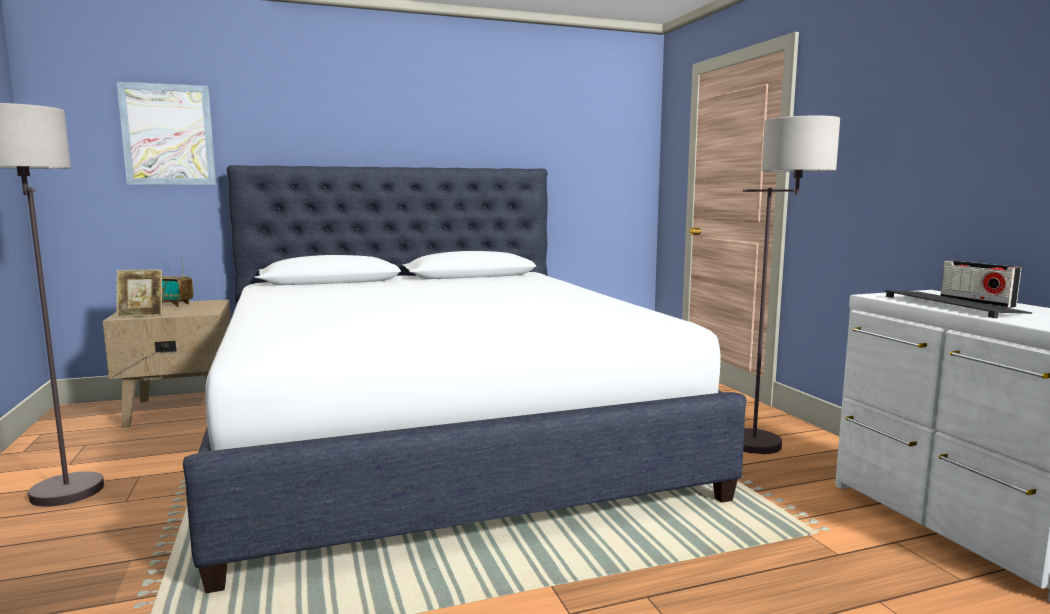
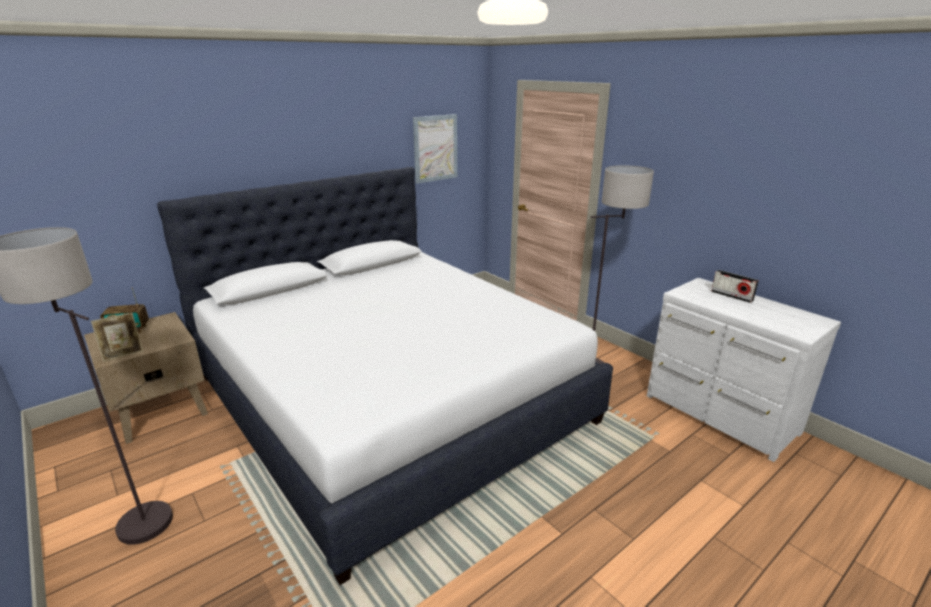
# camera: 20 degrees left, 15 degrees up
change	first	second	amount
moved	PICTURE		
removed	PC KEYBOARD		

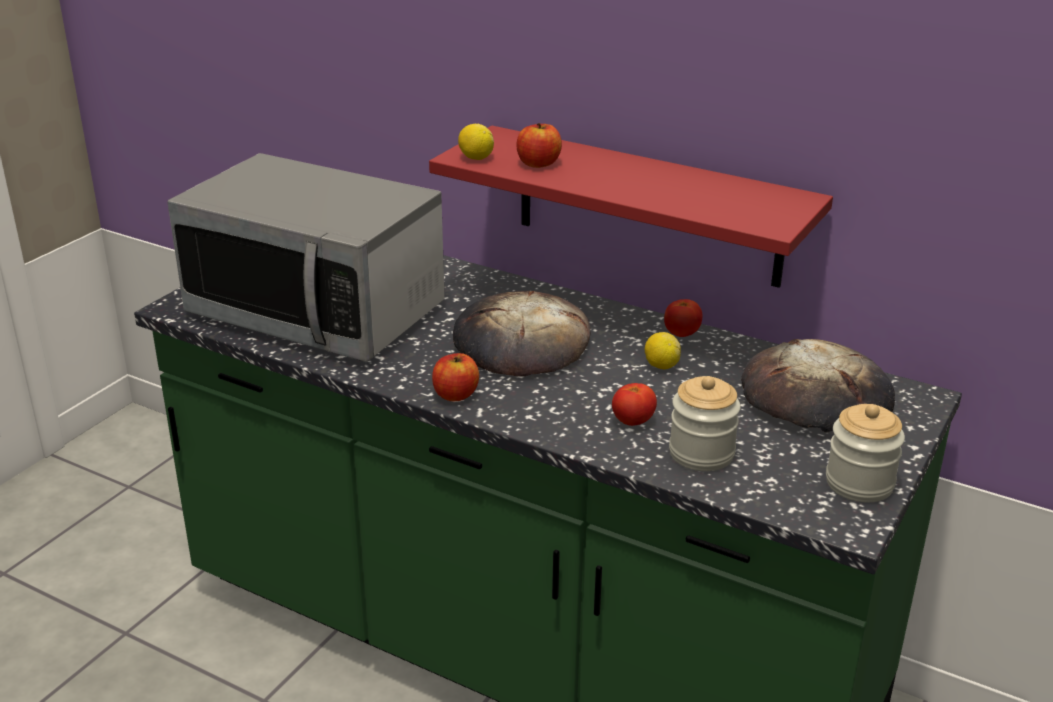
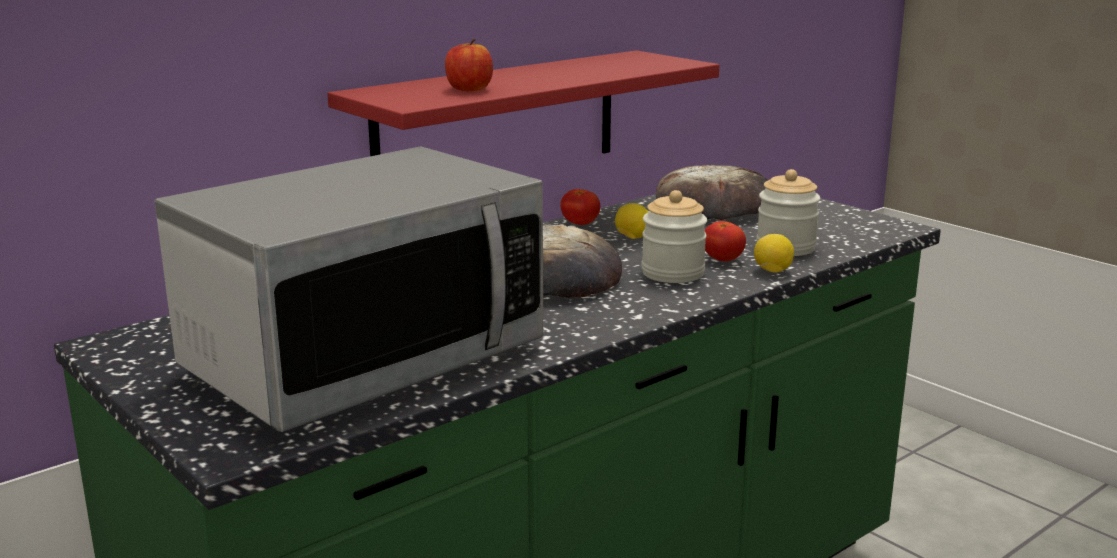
# camera: 70 degrees left, 10 degrees down
change	first	second	amount
removed	APPLE FRUIT (1st from left)		
moved	LEMON (1st from left in the first image)	LEMON (2nd from left)	
moved	STORAGE JAR (2nd from left in the first image)	STORAGE JAR (1st from left)	

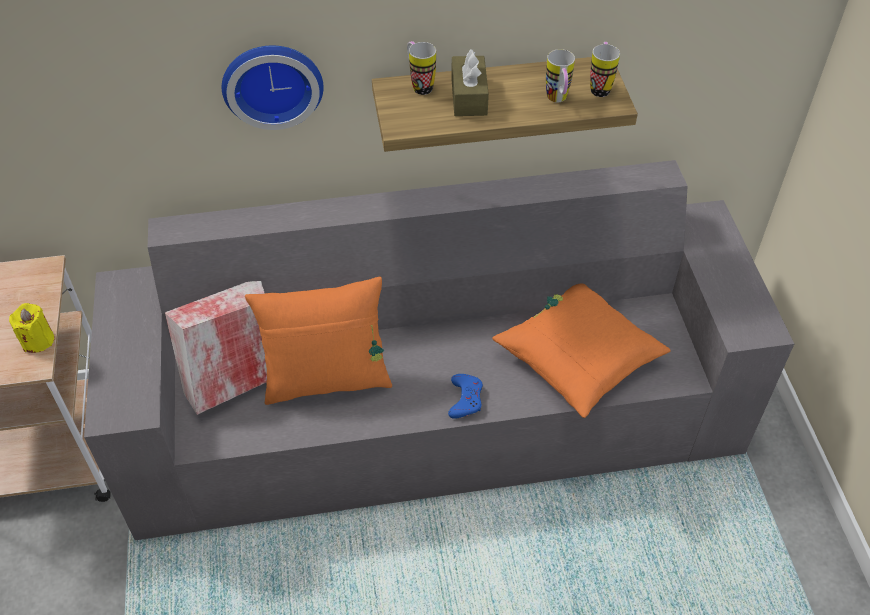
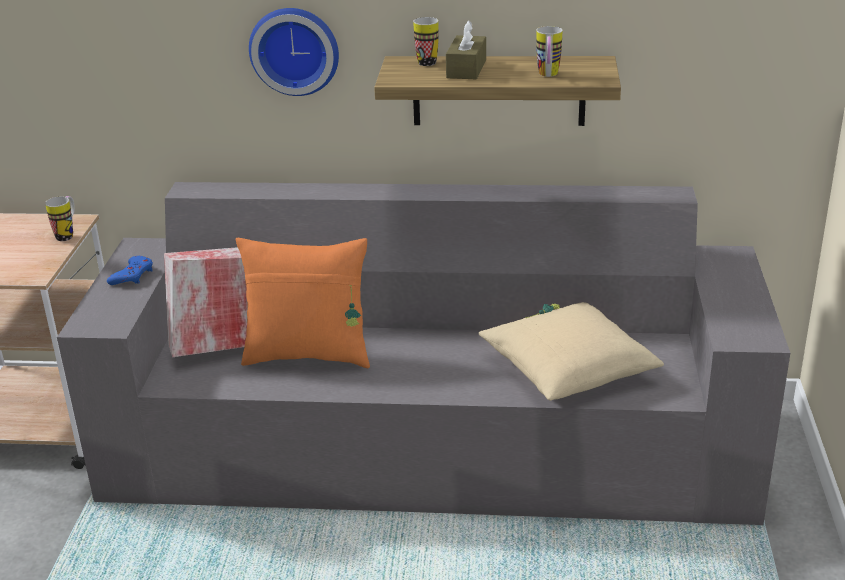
# camera: 15 degrees right, 20 degrees down
change	first	second	amount
removed	YELLOW-COLOURED CANDLE		
moved	BLUE-COLOURED GAME CONTROLLER		
recoloured	ORANGEY PILLOW (2nd from left)	SAND-COLOURED PILLOW	
moved	TEA MUG (3rd from left in the first image)	TEA MUG (1st from left)	

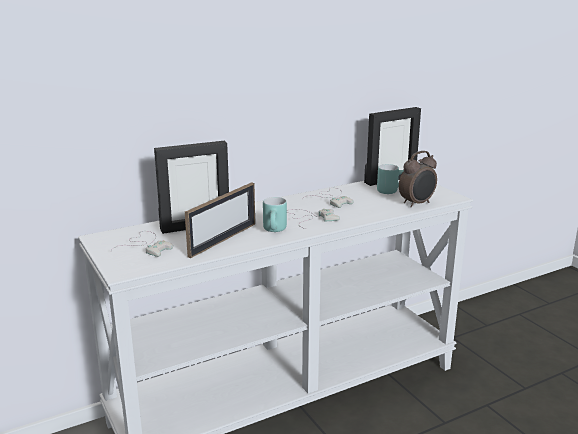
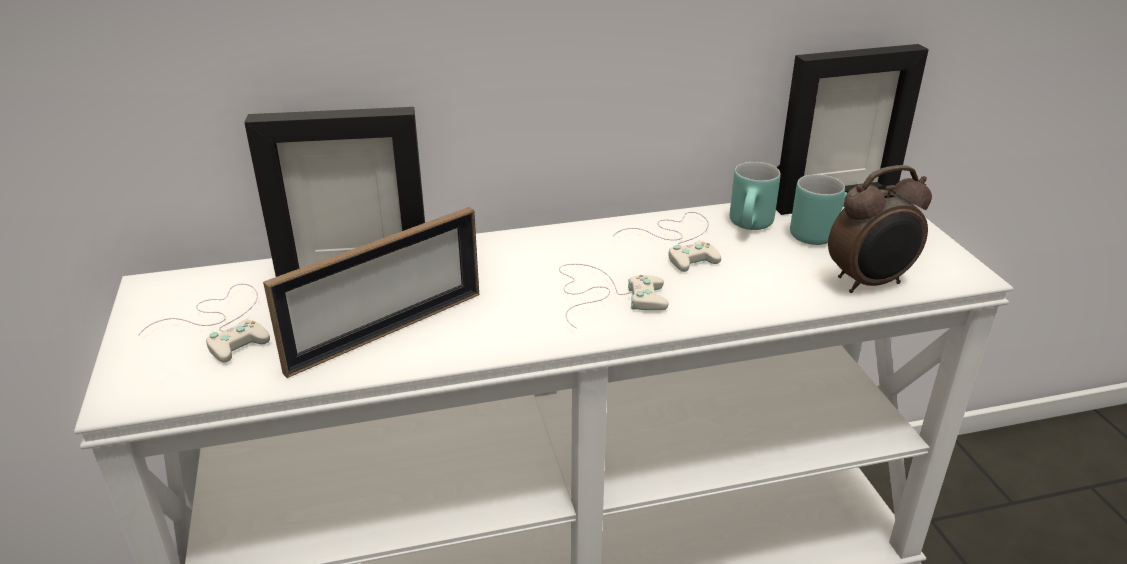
# camera: 15 degrees right, 10 degrees up
change	first	second	amount
moved	TURQUOISE TEA MUG (1st from left)		

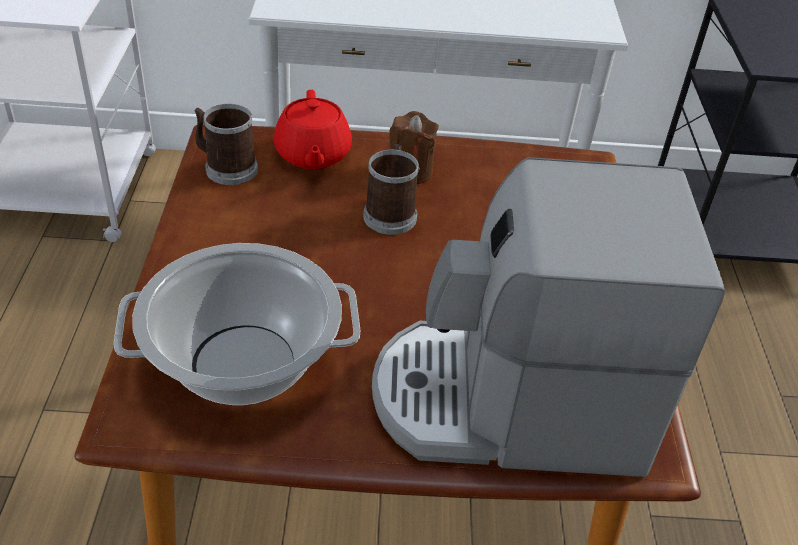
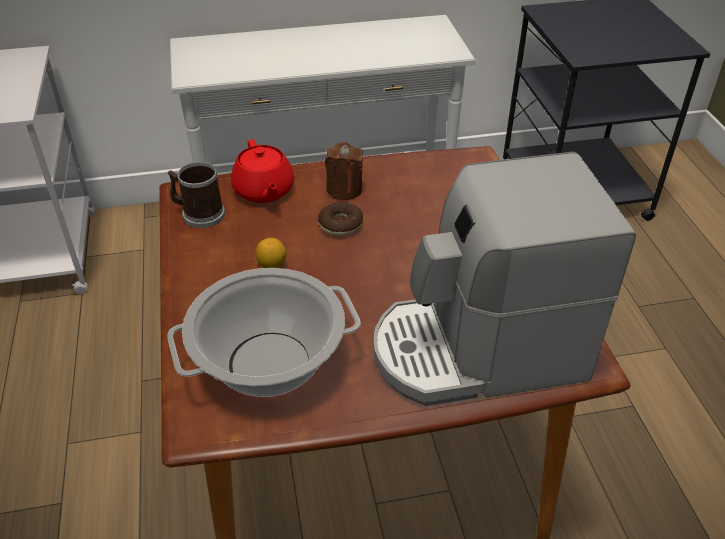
# camera: 10 degrees left, 0 degrees up
change	first	second	amount
replaced	TEA MUG (2nd from left)	RING DOUGHNUT	
added		LEMON	

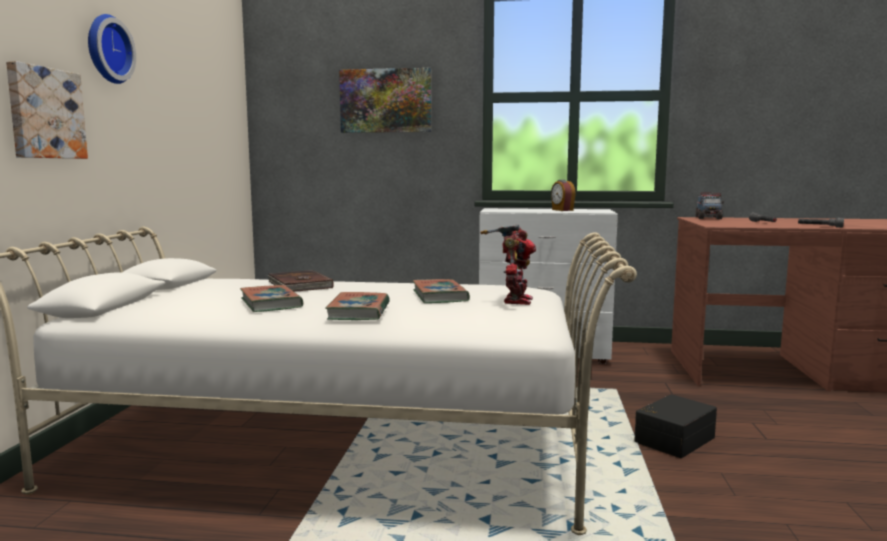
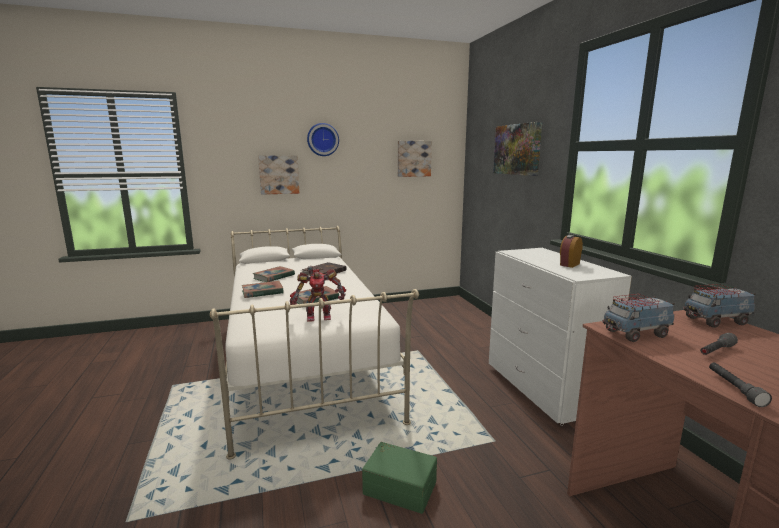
# camera: 65 degrees right, 5 degrees up
change	first	second	amount
recoloured	BLACK-COLOURED STORAGE BOX	GREEN-COLOURED STORAGE BOX	
added		PICTURE (2nd from left)	
added		TOY TRUCK (1st from left)	

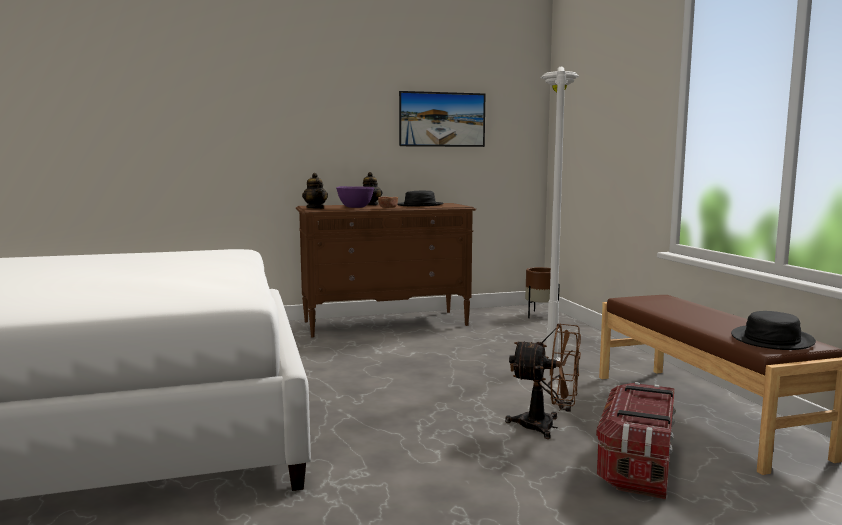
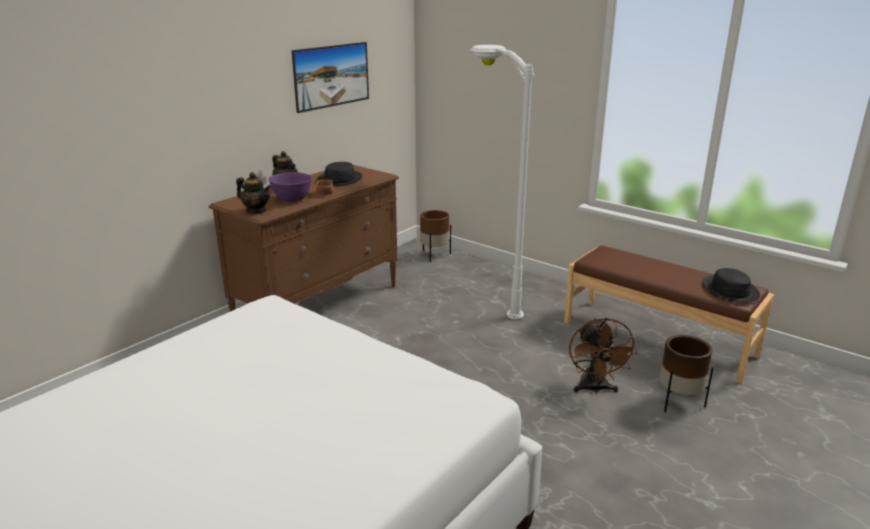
# camera: 35 degrees left, 15 degrees up
change	first	second	amount
turned	BROWN ELECTRIC FAN		105 degrees clockwise
replaced	STORAGE BOX	BROWN PLANTER (2nd from left)	

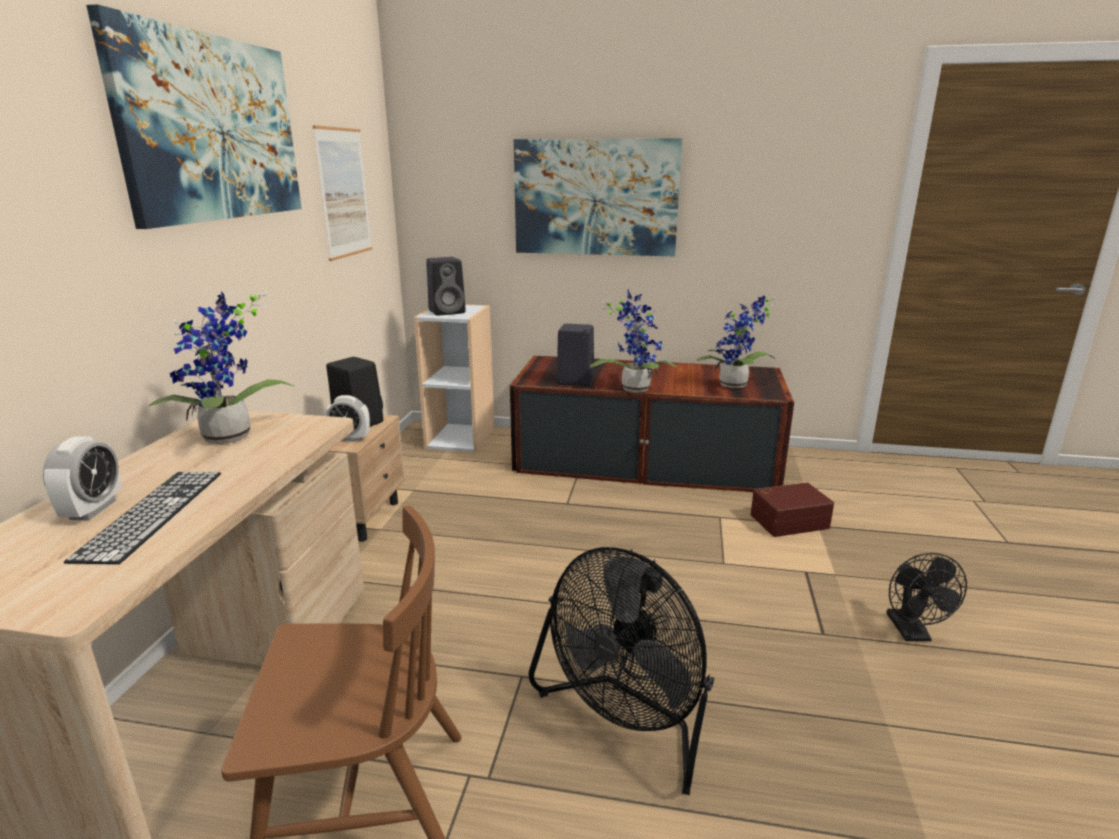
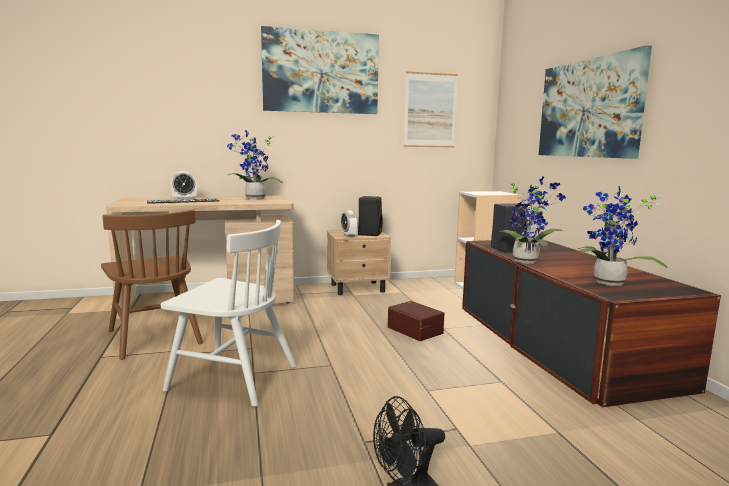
# camera: 65 degrees right, 10 degrees down
change	first	second	amount
removed	BLACK-COLOURED LOUDSPEAKER (2nd from left)		
replaced	BLACK-COLOURED ELECTRIC FAN (1st from left)	WHITE-COLOURED PLAIN CHAIR	
moved	BROWN STORAGE BOX		

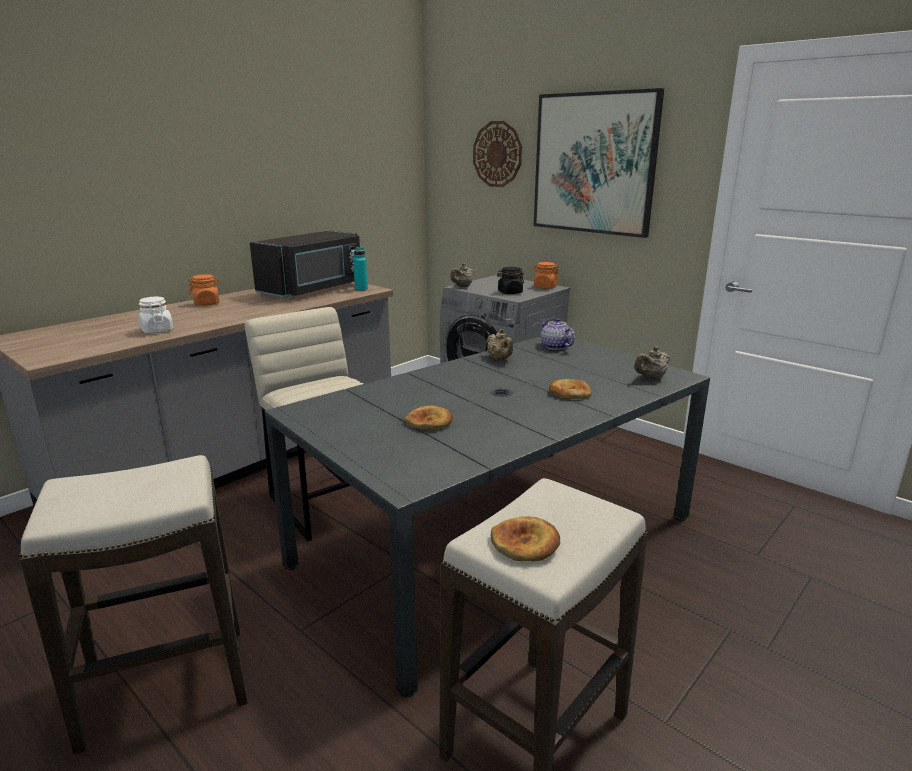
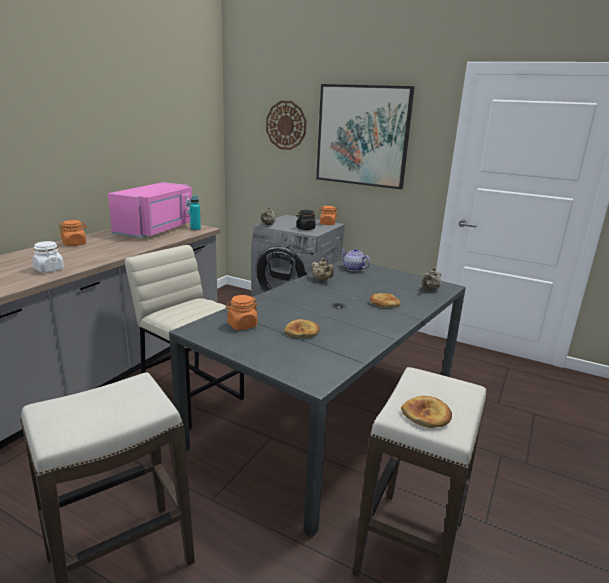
# camera: 15 degrees left, 0 degrees up
change	first	second	amount
recoloured	BLACK-COLOURED KITCHEN MICROWAVE	PINKISH KITCHEN MICROWAVE	
added		ORANGEY STORAGE JAR (2nd from left)	

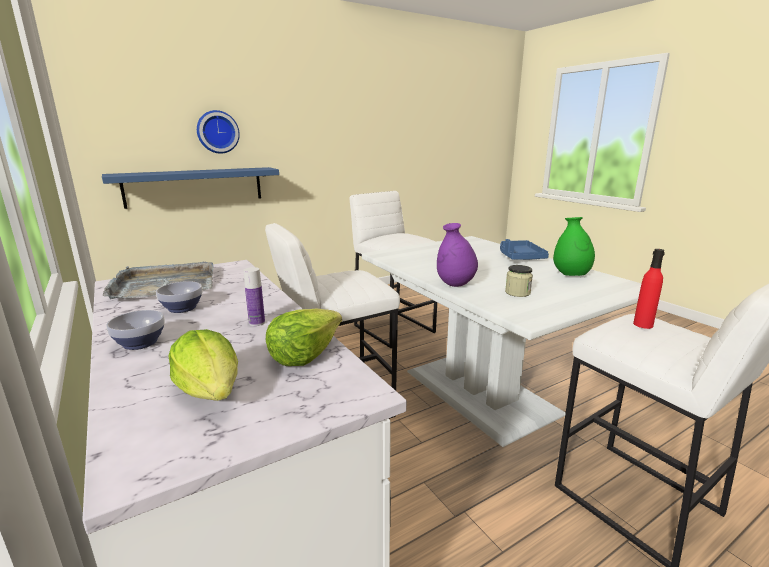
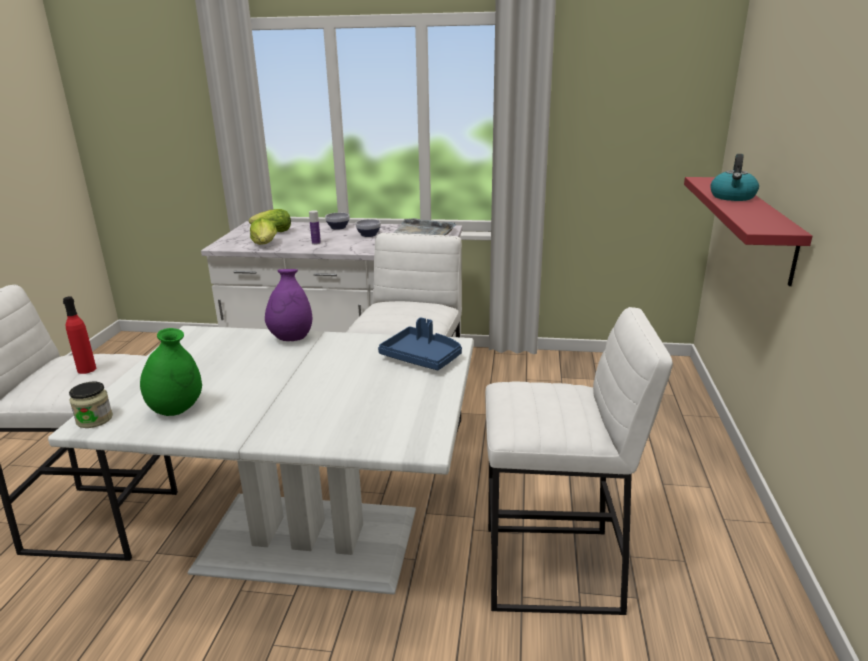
# camera: 130 degrees right, 5 degrees up
change	first	second	amount
recoloured	BLUE-COLOURED BRACKET SHELF	RED BRACKET SHELF	
removed	HANGING CLOCK		
moved	BLUE-COLOURED TRAY		
moved	STORAGE JAR		
added		KETTLE	

